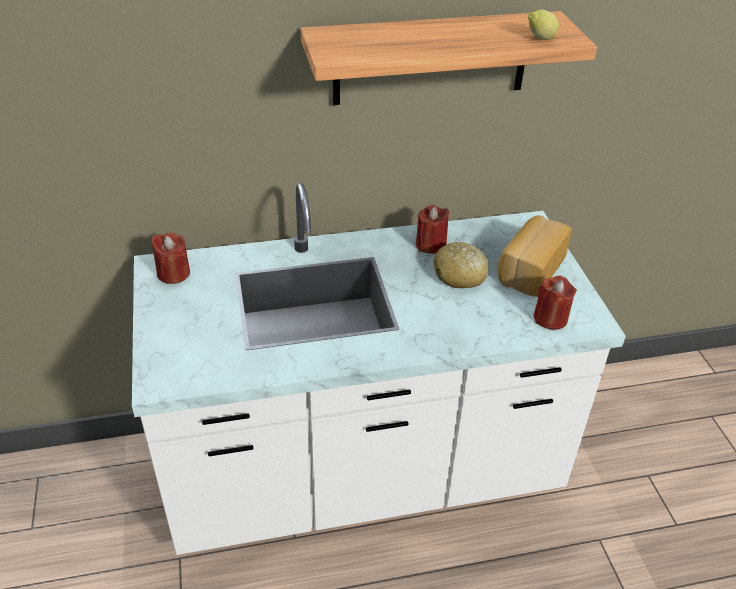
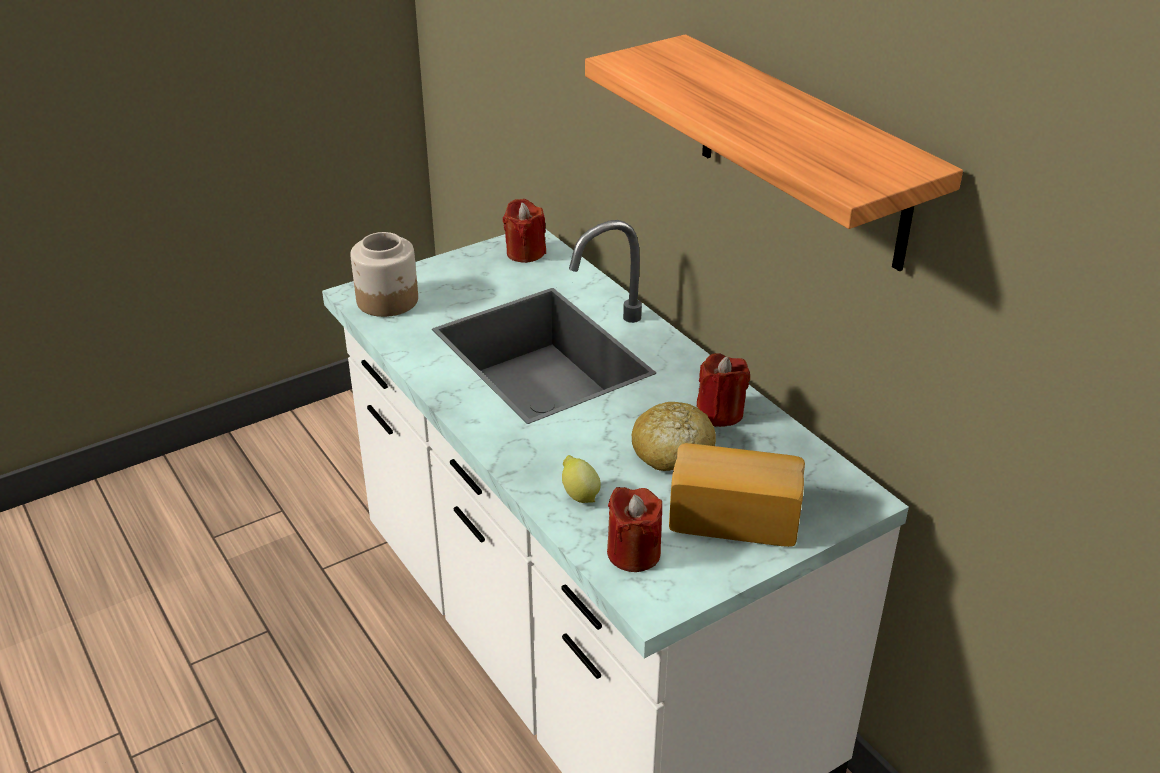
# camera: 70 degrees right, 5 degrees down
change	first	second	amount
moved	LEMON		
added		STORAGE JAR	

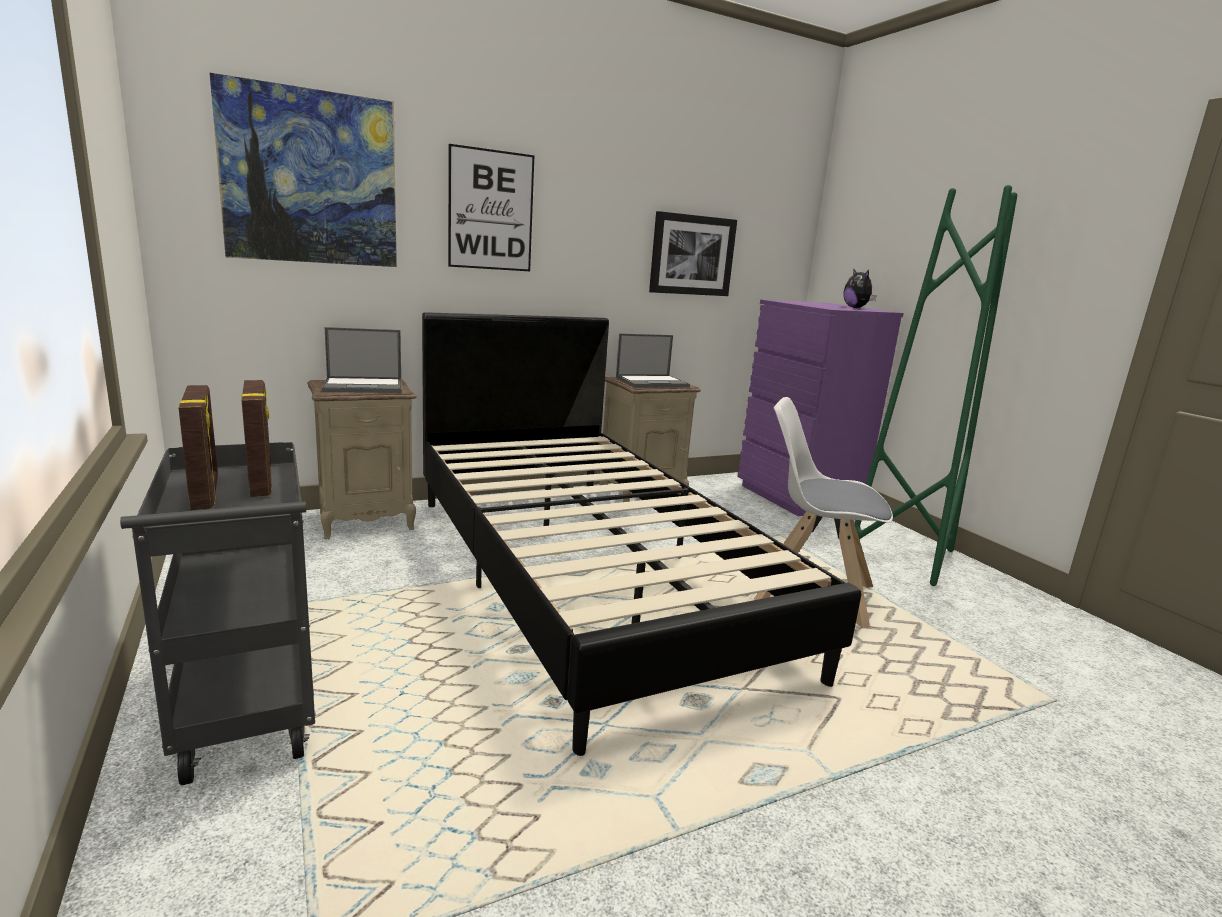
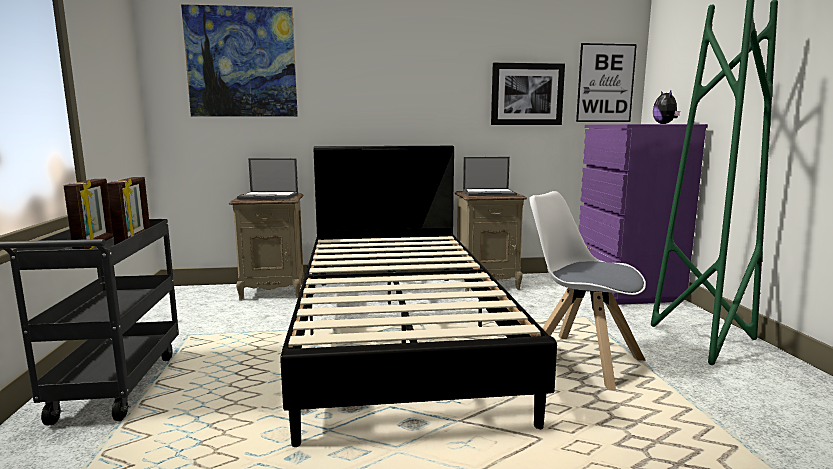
# camera: 20 degrees right, 5 degrees down
change	first	second	amount
moved	PICTURE (2nd from left in the first image)	PICTURE (3rd from left)	

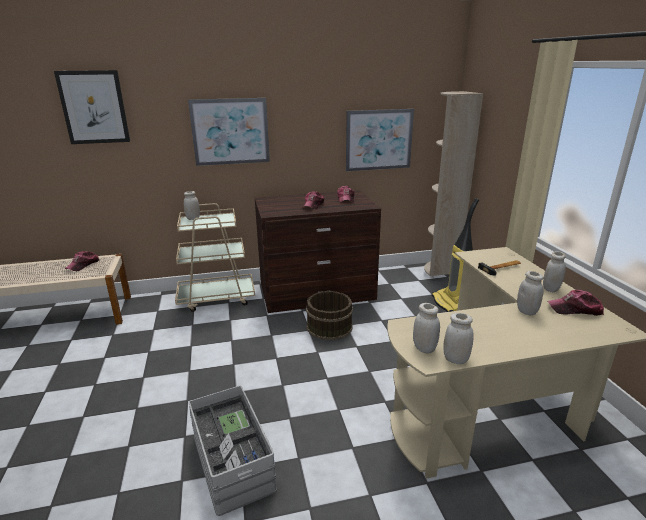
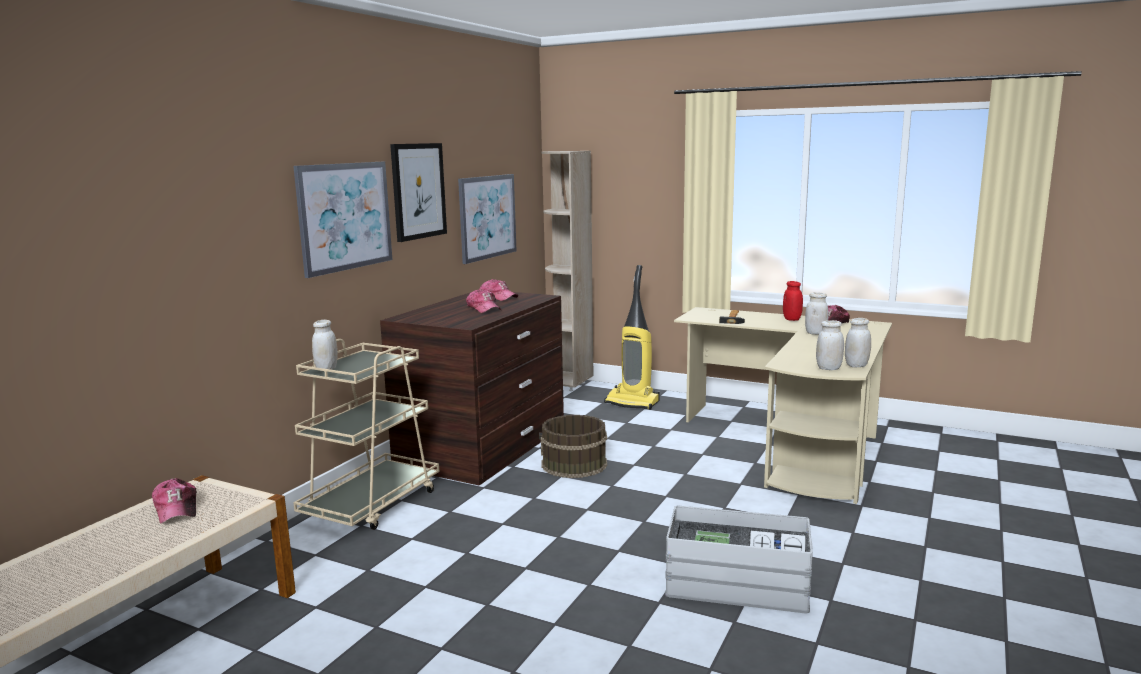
# camera: 50 degrees left, 10 degrees down
change	first	second	amount
moved	PICTURE (1st from left in the first image)	PICTURE (2nd from left)	
recoloured	WHITE-COLOURED STORAGE JAR (5th from left)	RED STORAGE JAR	

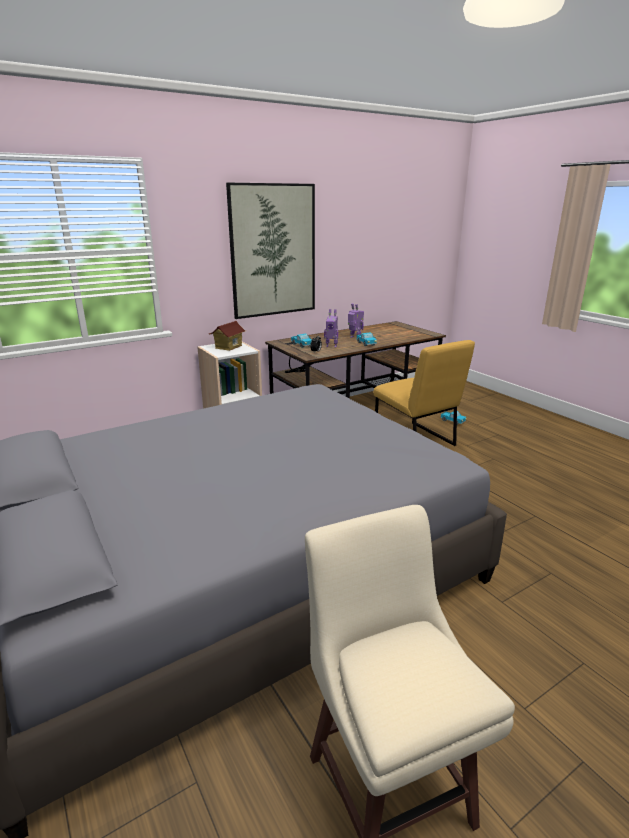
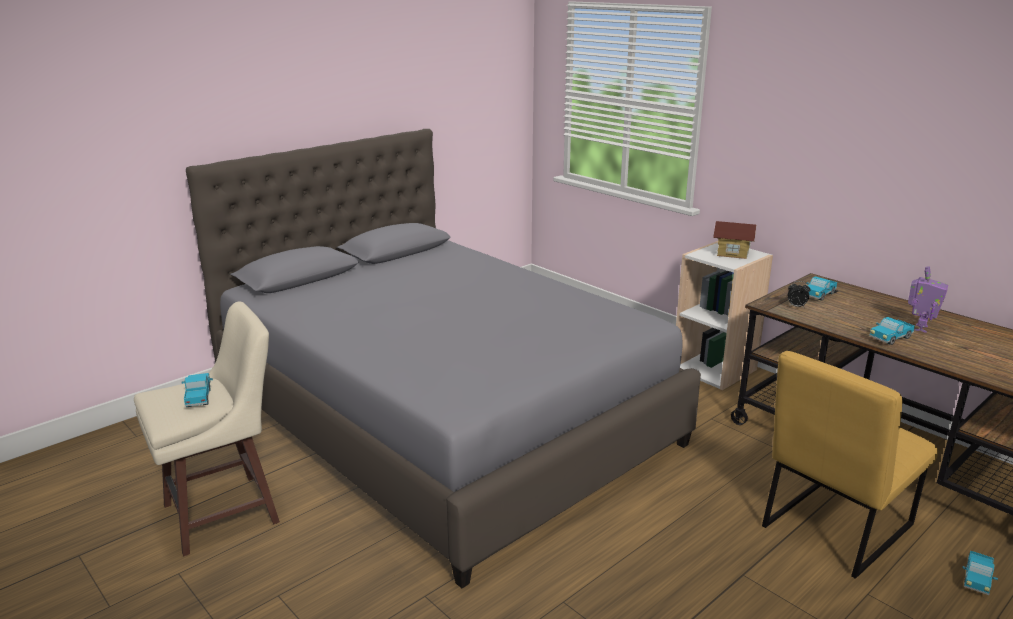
# camera: 80 degrees right, 0 degrees up
change	first	second	amount
removed	PICTURE		
removed	MODEL ROBOT (1st from left)		
added		TOY TRUCK (1st from left)	

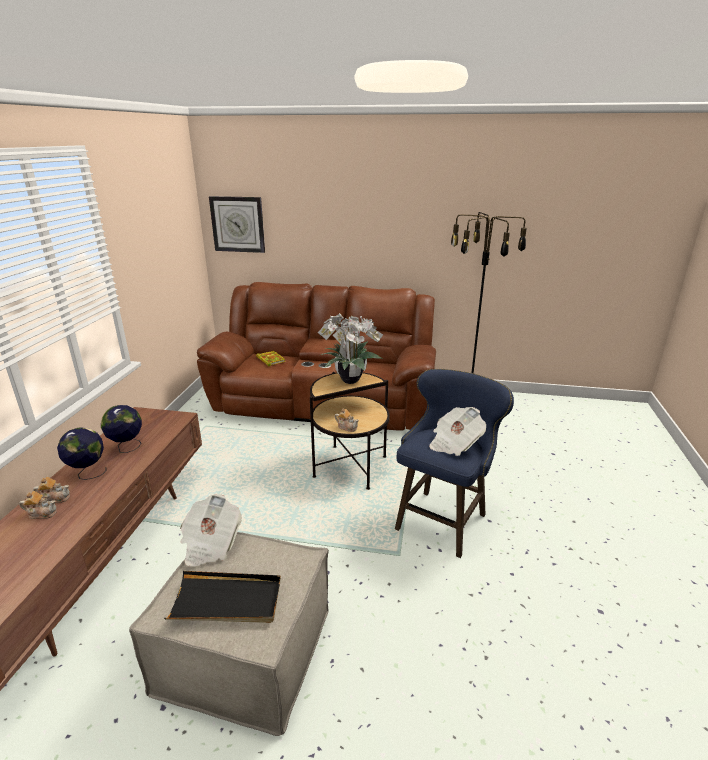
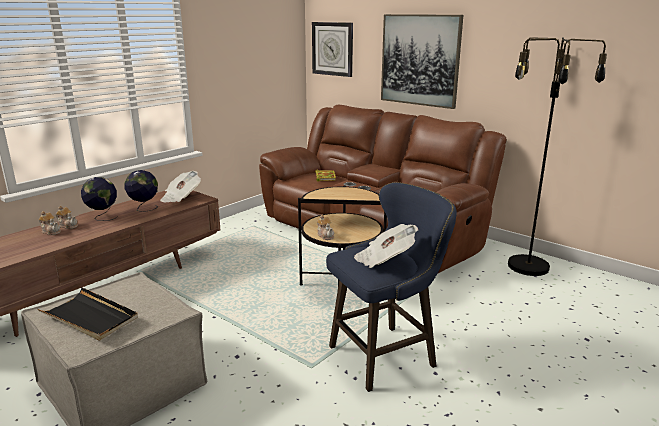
# camera: 30 degrees right, 5 degrees down
change	first	second	amount
moved	PRINTED PAPER (1st from left)		
removed	POTTED PLANT		
added		PICTURE	

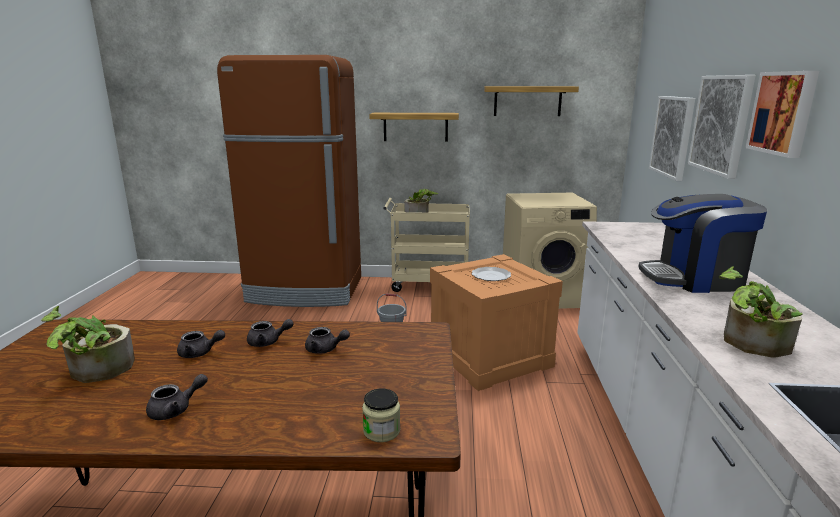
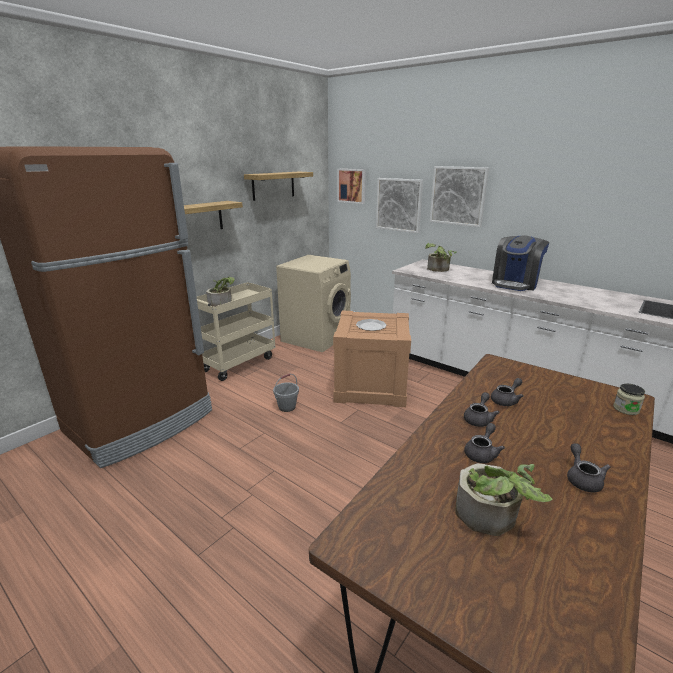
# camera: 55 degrees left, 5 degrees up
change	first	second	amount
moved	POTTED PLANT (3rd from left in the first image)	POTTED PLANT (2nd from left)	
moved	PICTURE (3rd from left in the first image)	PICTURE (1st from left)	

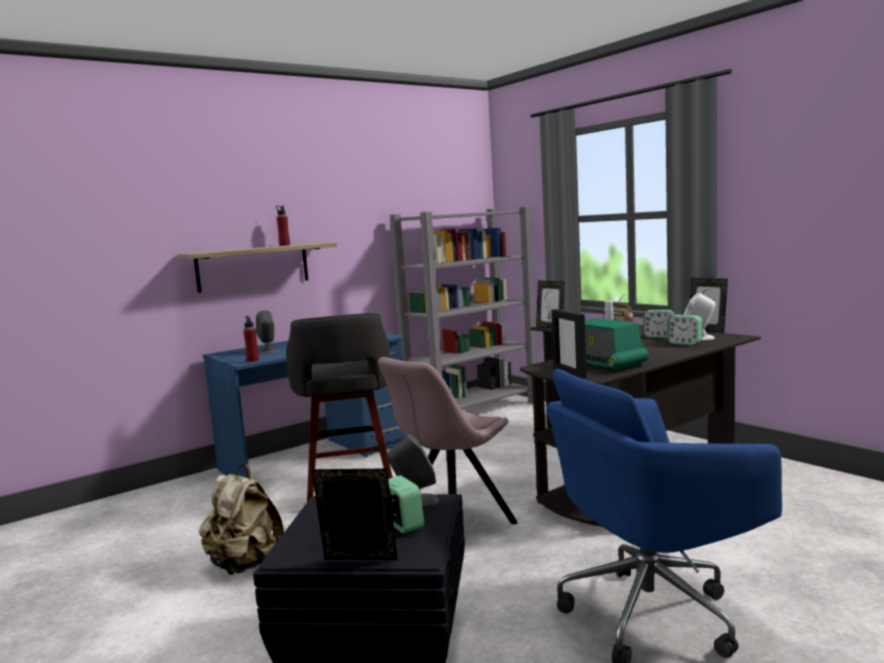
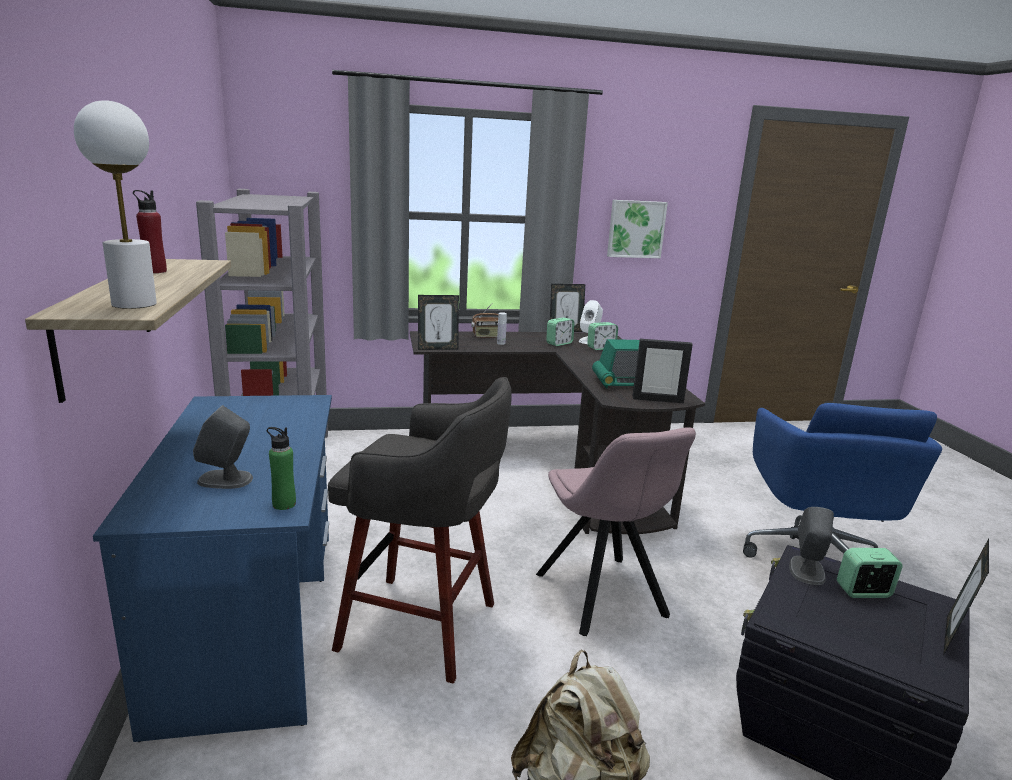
# camera: 65 degrees left, 10 degrees up
change	first	second	amount
recoloured	RED BOTTLE (1st from left)	GREEN-COLOURED BOTTLE	
added		WHITE-COLOURED TABLETOP LAMP	
added		PICTURE	

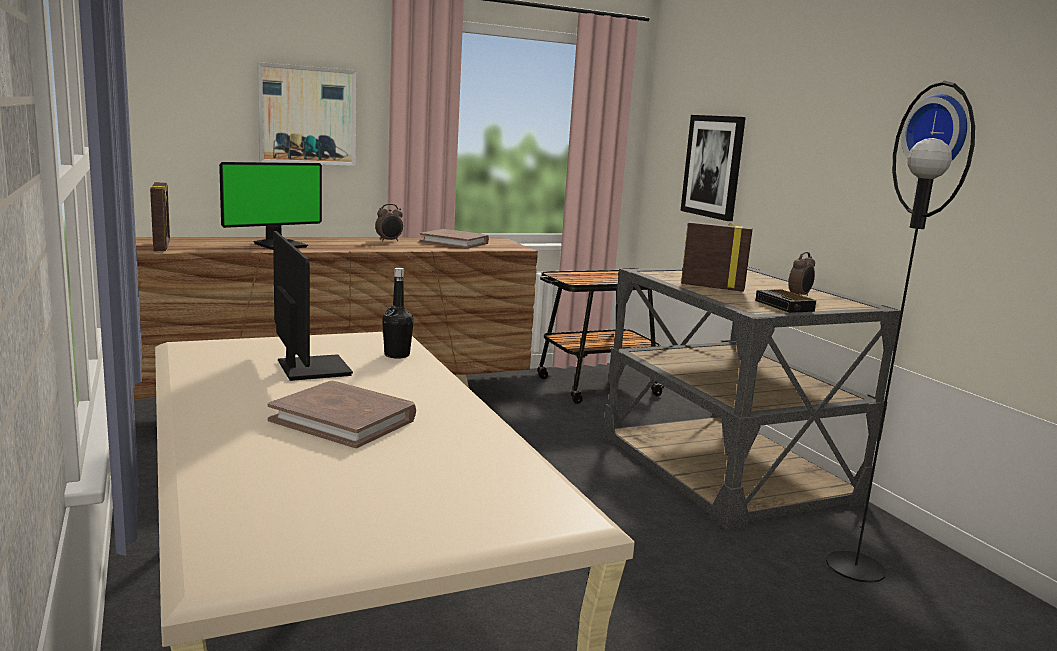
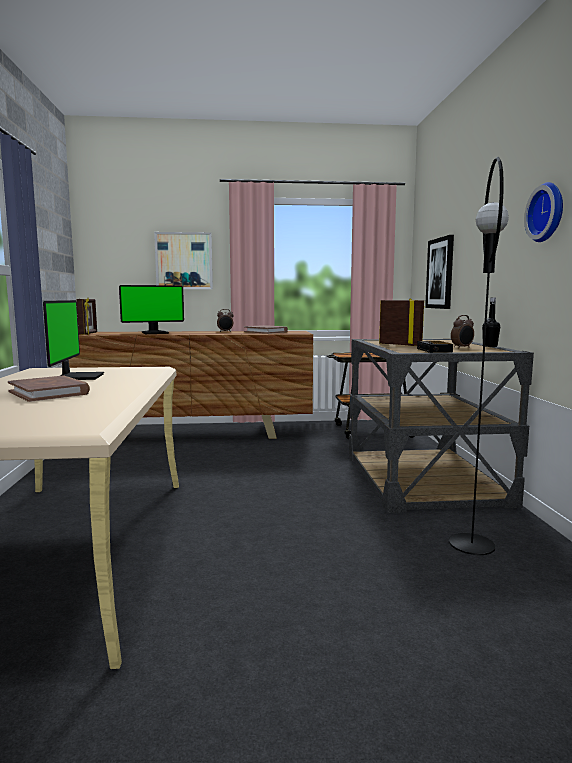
# camera: 20 degrees right, 5 degrees down
change	first	second	amount
moved	BLACK-COLOURED BOTTLE		

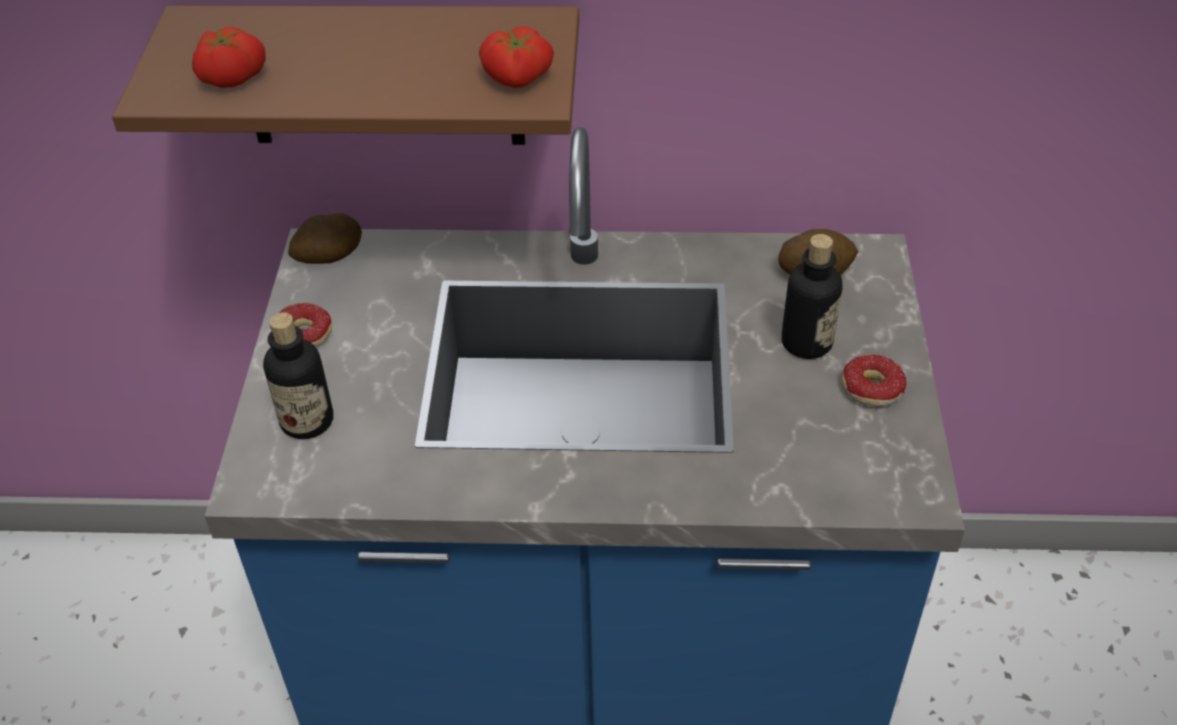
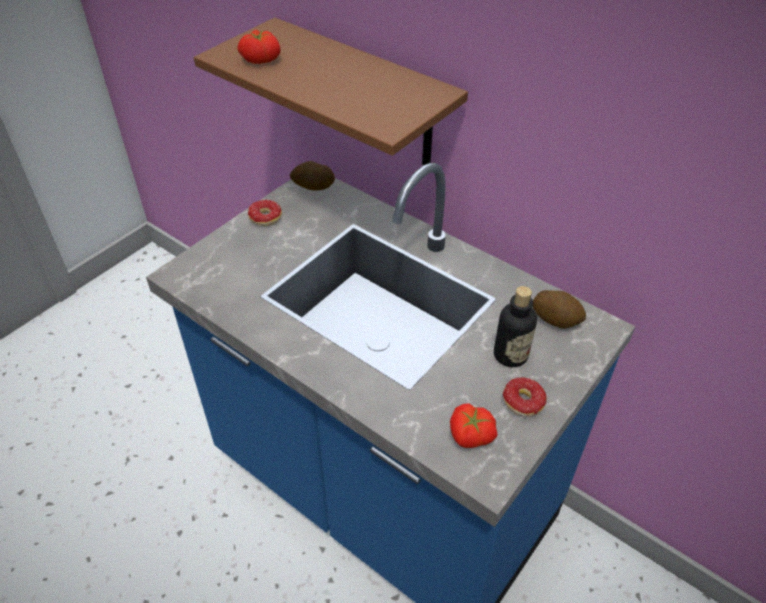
# camera: 35 degrees right, 0 degrees up
change	first	second	amount
removed	BOTTLE (1st from left)		
moved	WHOLE TOMATO (2nd from left)		

